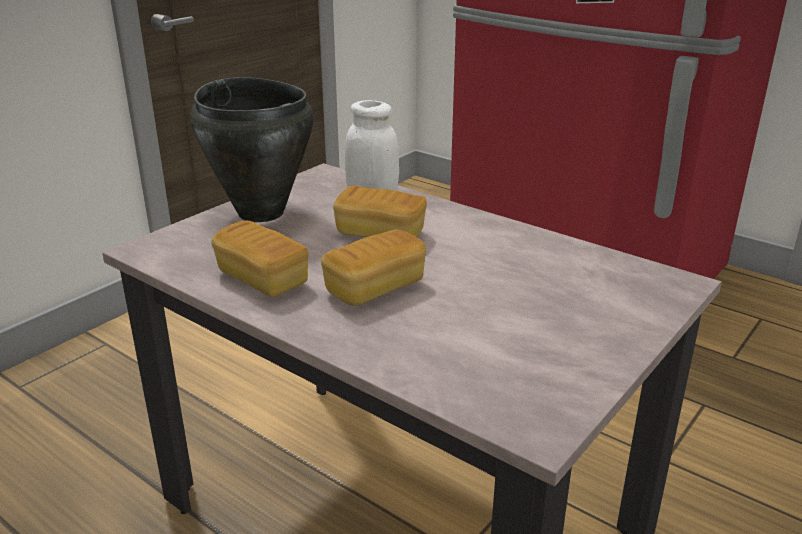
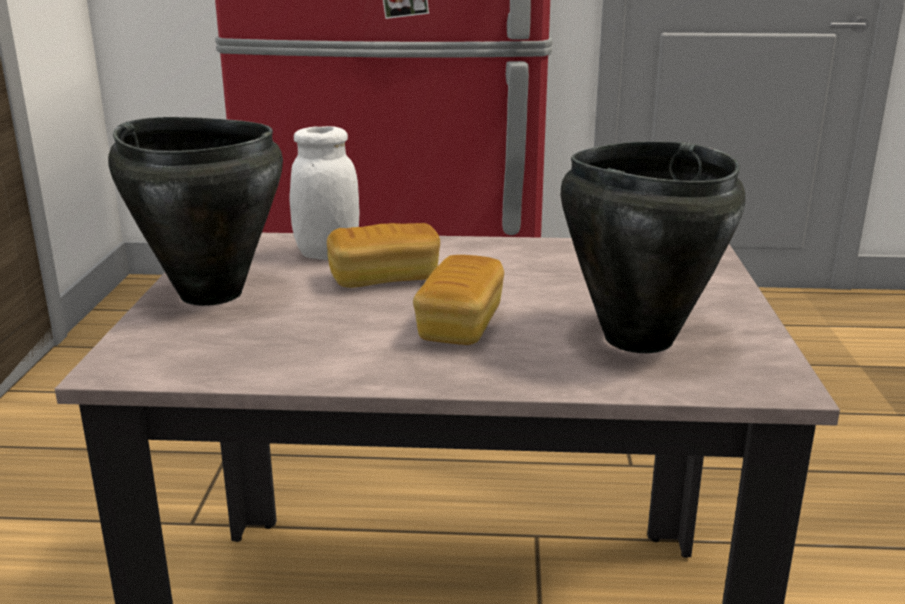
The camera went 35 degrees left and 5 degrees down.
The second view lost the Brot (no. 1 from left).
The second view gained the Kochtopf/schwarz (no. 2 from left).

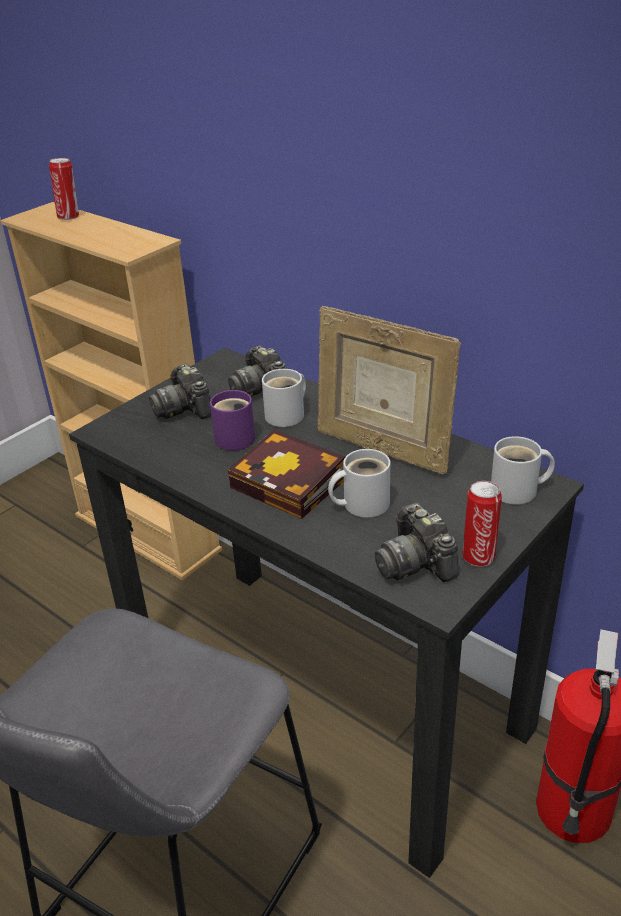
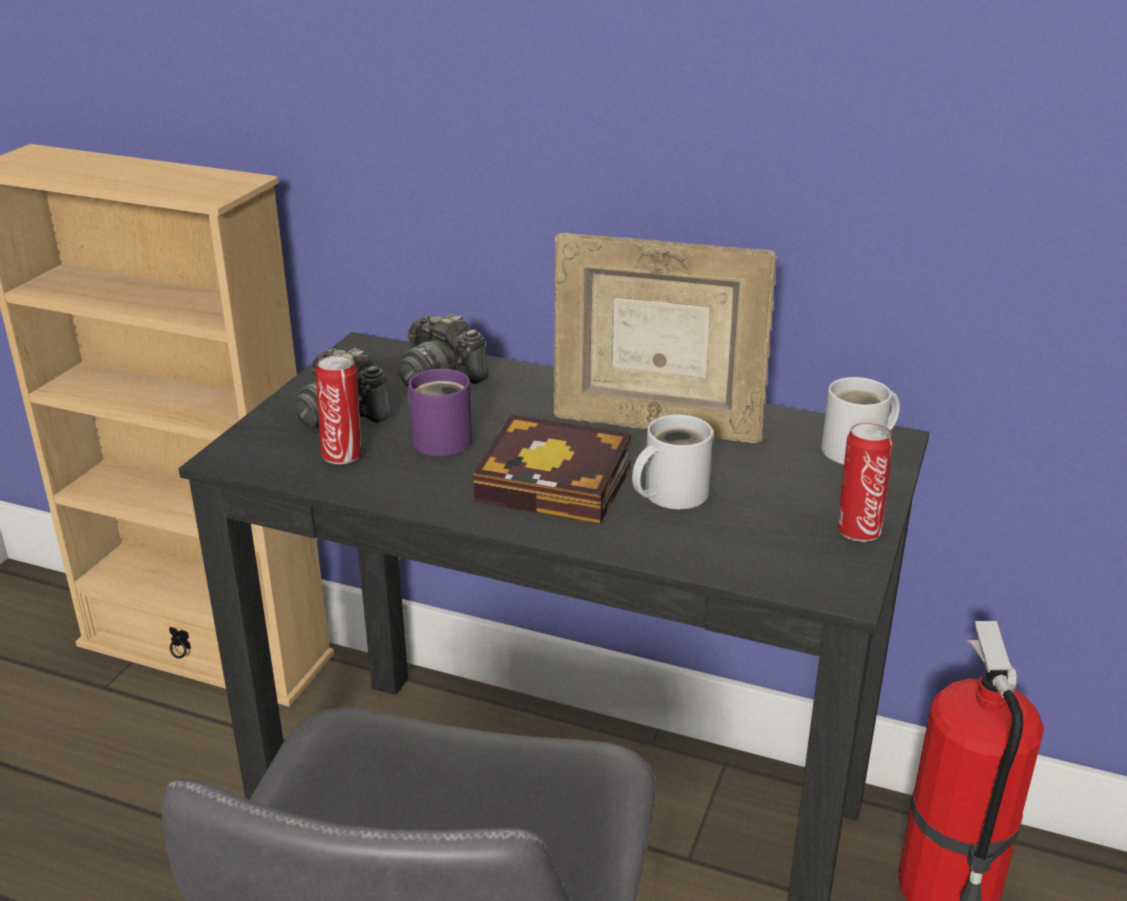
The camera went 20 degrees left and 5 degrees down.
The Dose (no. 1 from left) ended up elsewhere.
The second view lost the Henkelbecher/weiß (no. 1 from left).
The second view lost the Kamera (no. 3 from left).

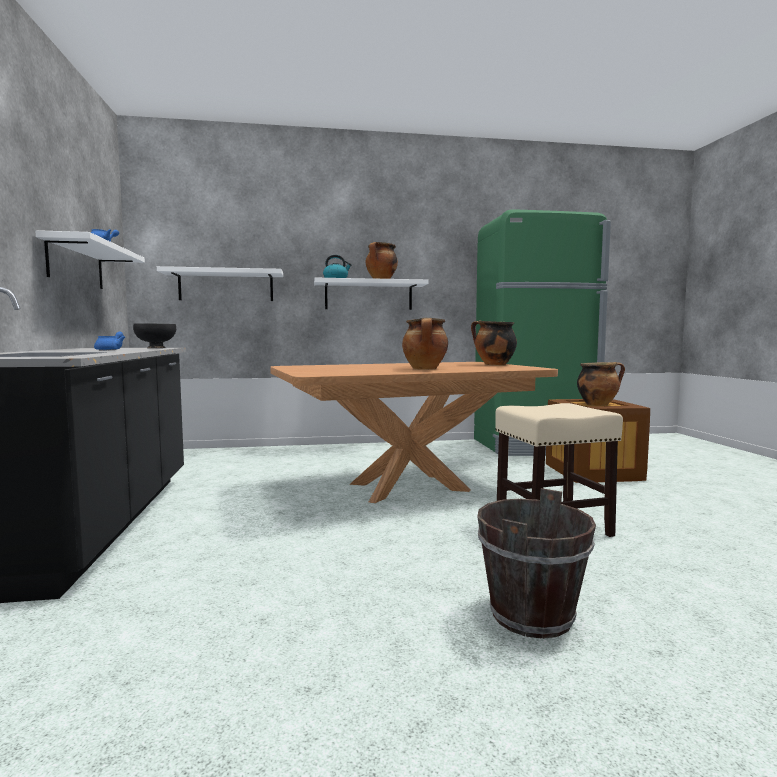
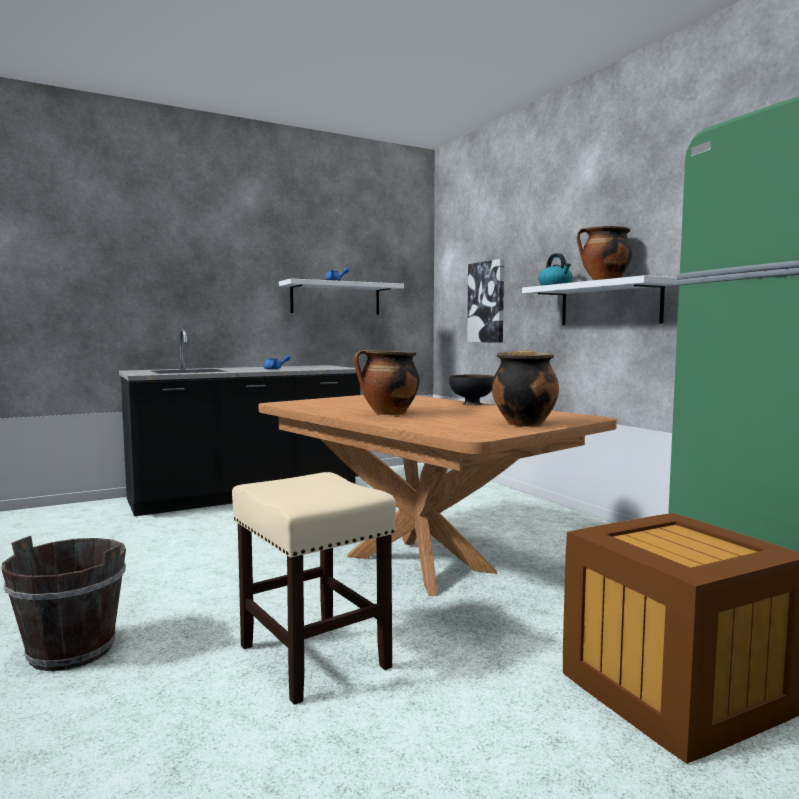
The camera went 70 degrees right and 0 degrees up.
Where the Wandregal/weiß (no. 2 from left) hung, the Bild came to hang.
The Schüssel/schwarz ended up elsewhere.
The second view lost the Kochtopf (no. 4 from left).

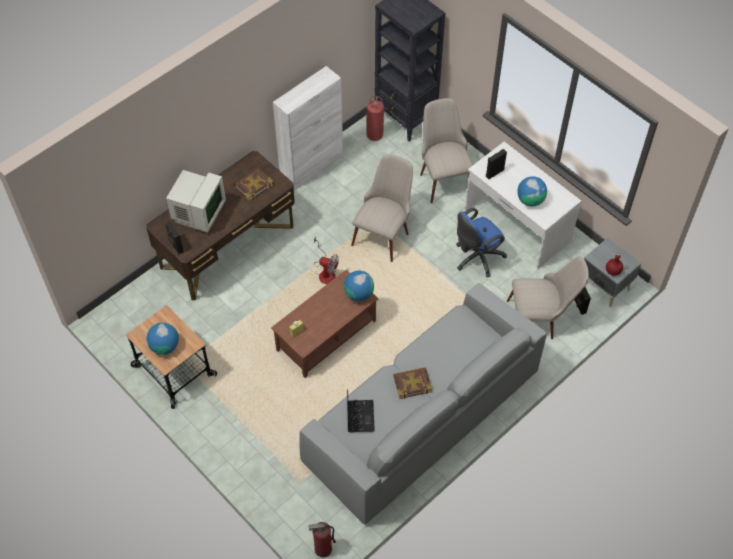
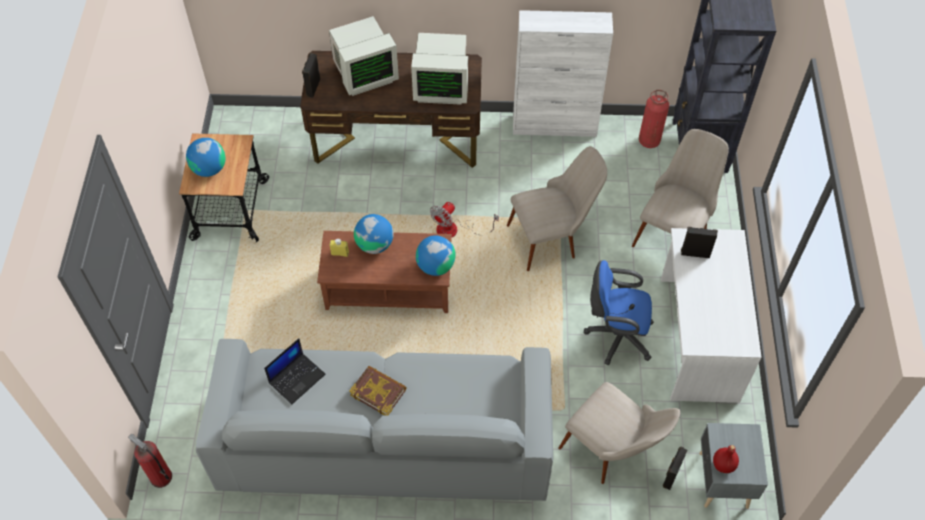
The camera went 45 degrees right and 0 degrees up.
Where the Buch (no. 1 from left) stood, the Monitor (no. 2 from left) came to stand.
The Globus (no. 3 from left in the first image) ended up elsewhere.
The Ventilator ended up facing another way, 60 degrees clockwise from before.

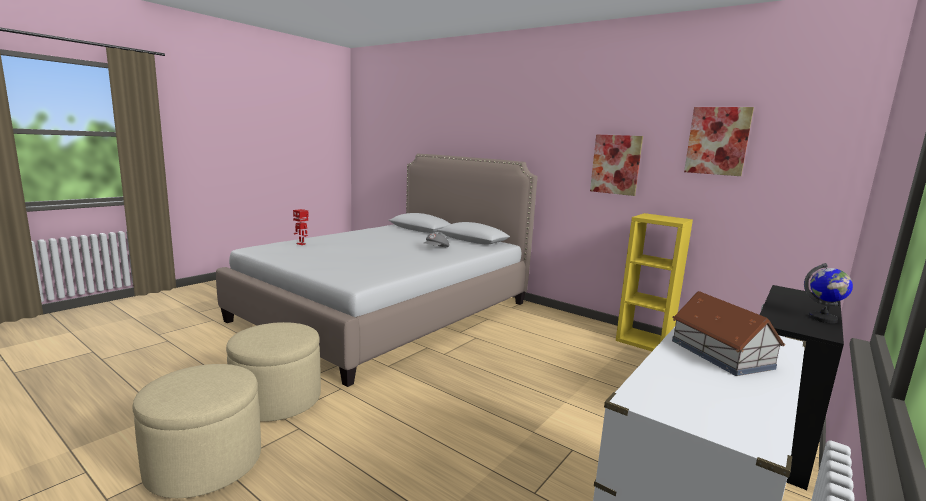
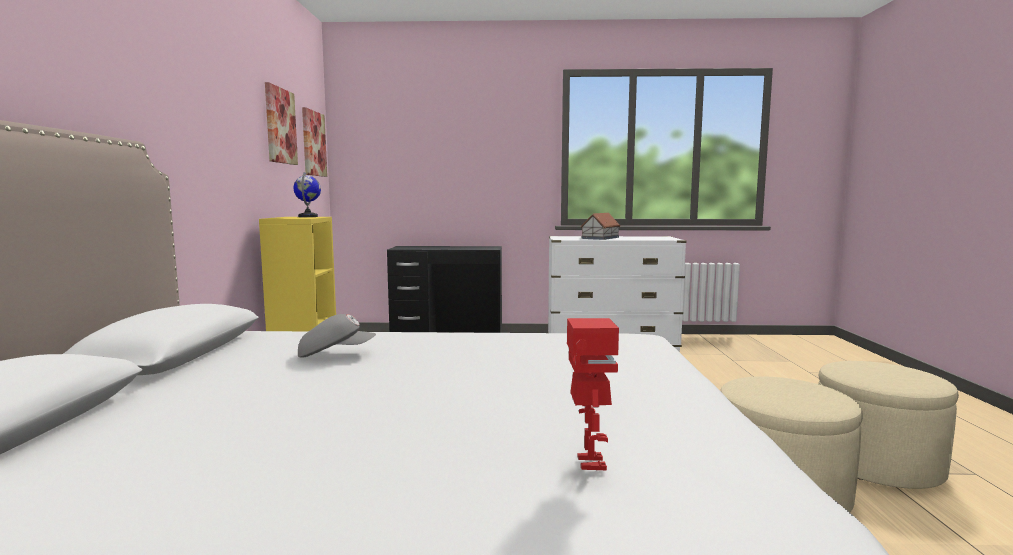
The camera went 125 degrees left and 5 degrees down.
The Bild (no. 1 from left in the first image) ended up elsewhere.
The Globus ended up elsewhere.

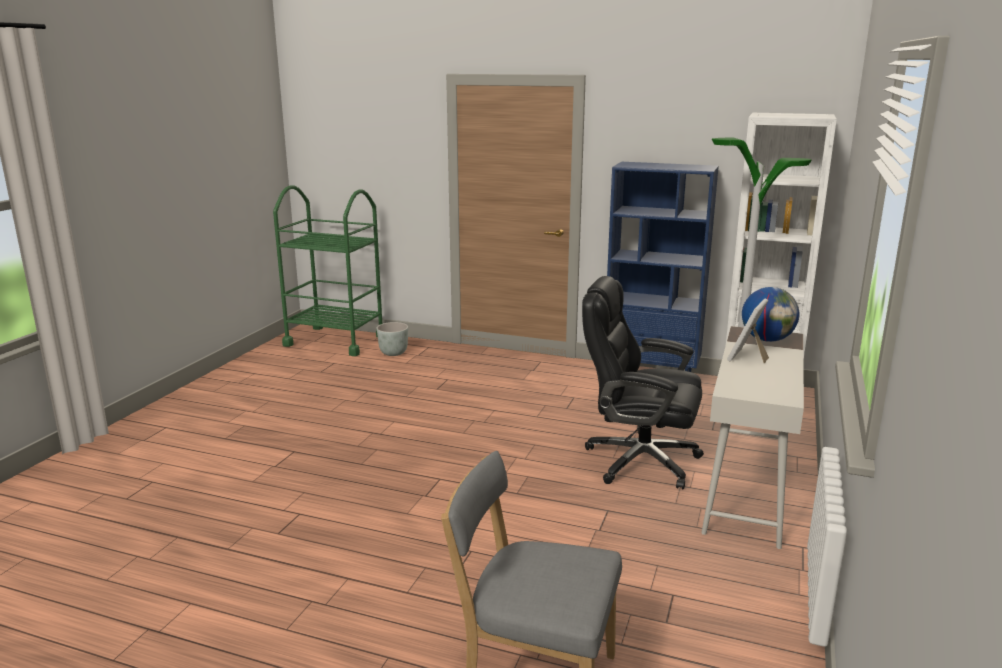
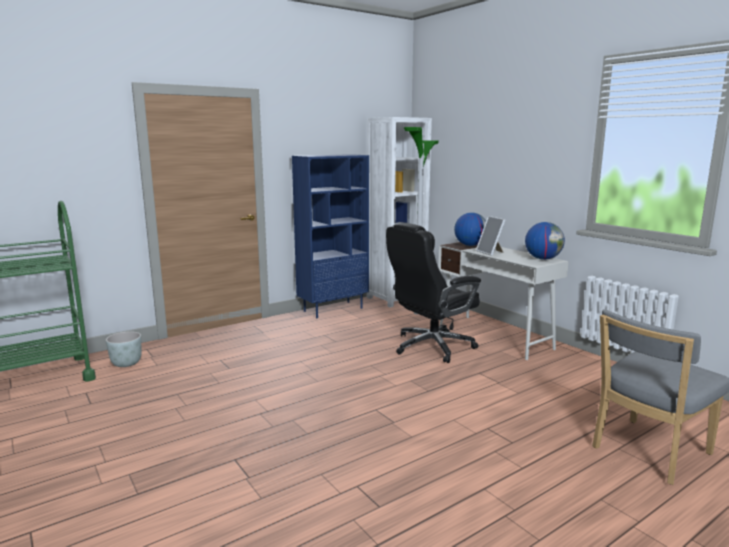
The camera went 55 degrees left and 5 degrees down.
The second view gained the Globus (no. 2 from left).

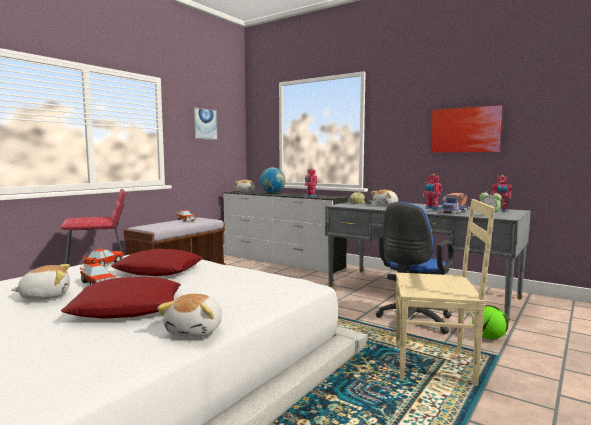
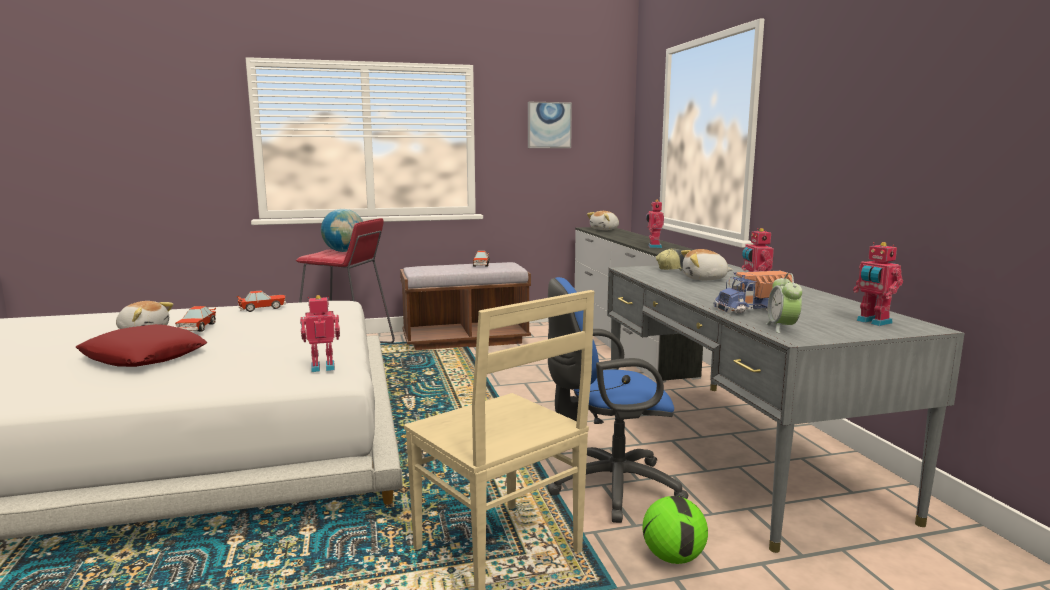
The camera went 40 degrees right and 5 degrees up.
The second view lost the Bild (no. 2 from left).
The Globus ended up elsewhere.
The second view lost the Kissen/rot (no. 2 from left).
The second view lost the Plüschtier (no. 2 from left).
The second view gained the Spielzeugroboter (no. 1 from left).

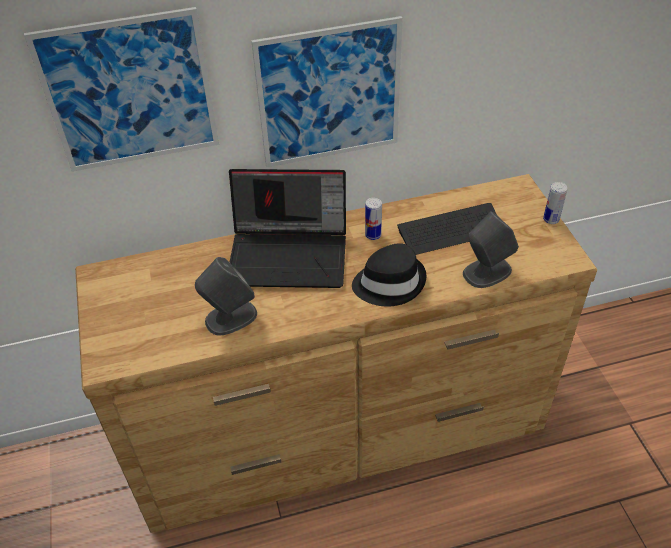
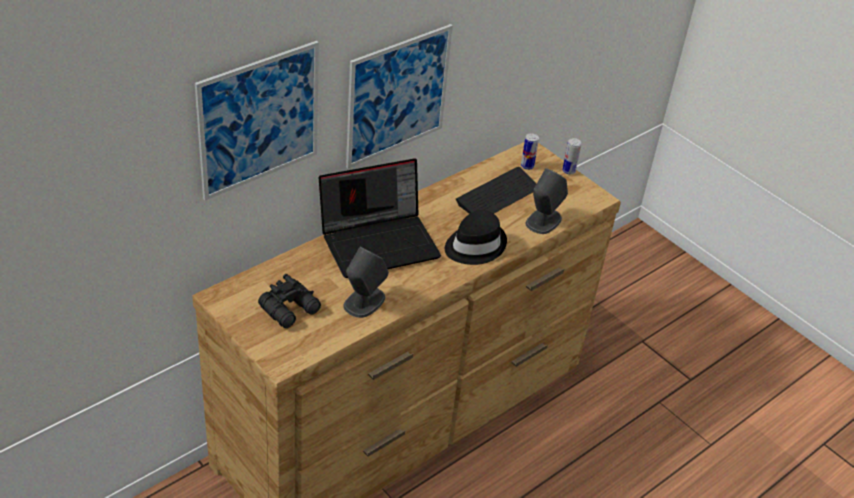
The camera went 30 degrees left and 5 degrees down.
The Dose (no. 1 from left) ended up elsewhere.
The second view gained the Fernglas/schwarz.

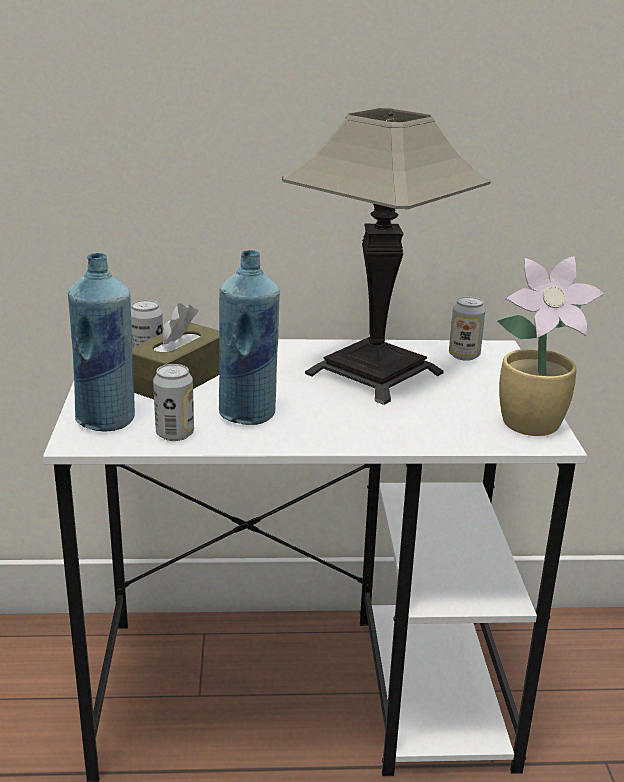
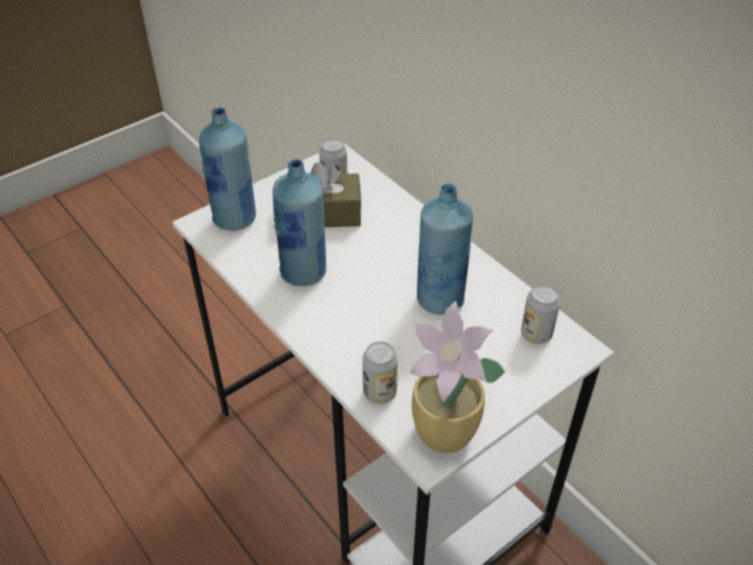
The camera went 55 degrees right and 20 degrees up.
Where the Tischlampe stood, the Flasche/blau (no. 3 from left) came to stand.
The Dose (no. 2 from left) ended up elsewhere.

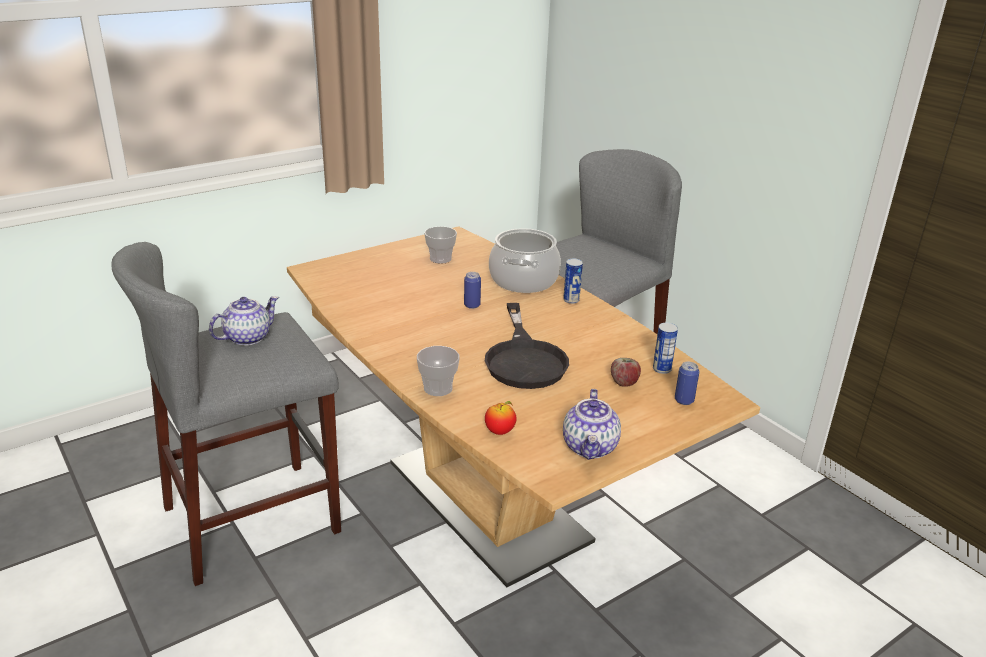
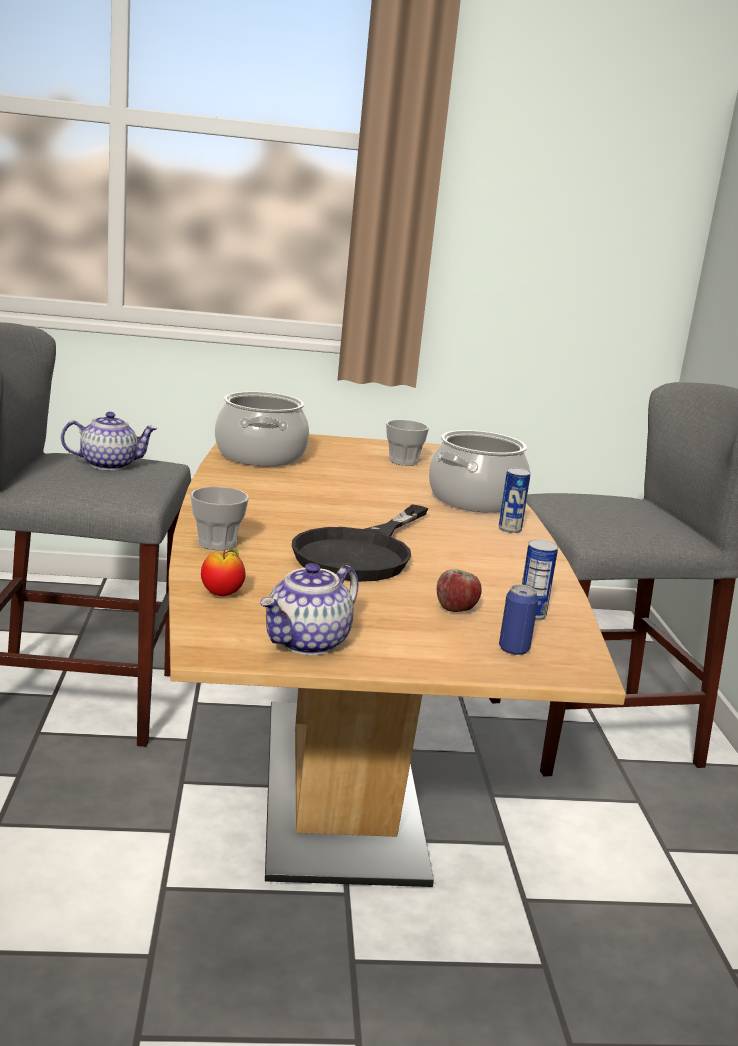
The camera went 30 degrees right and 10 degrees down.
The second view lost the Dose (no. 1 from left).
The second view gained the Kochtopf (no. 1 from left).

